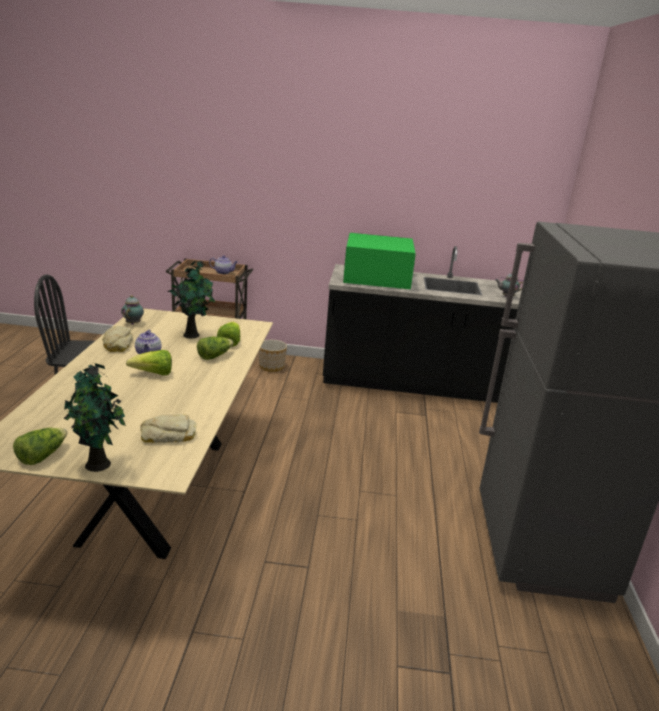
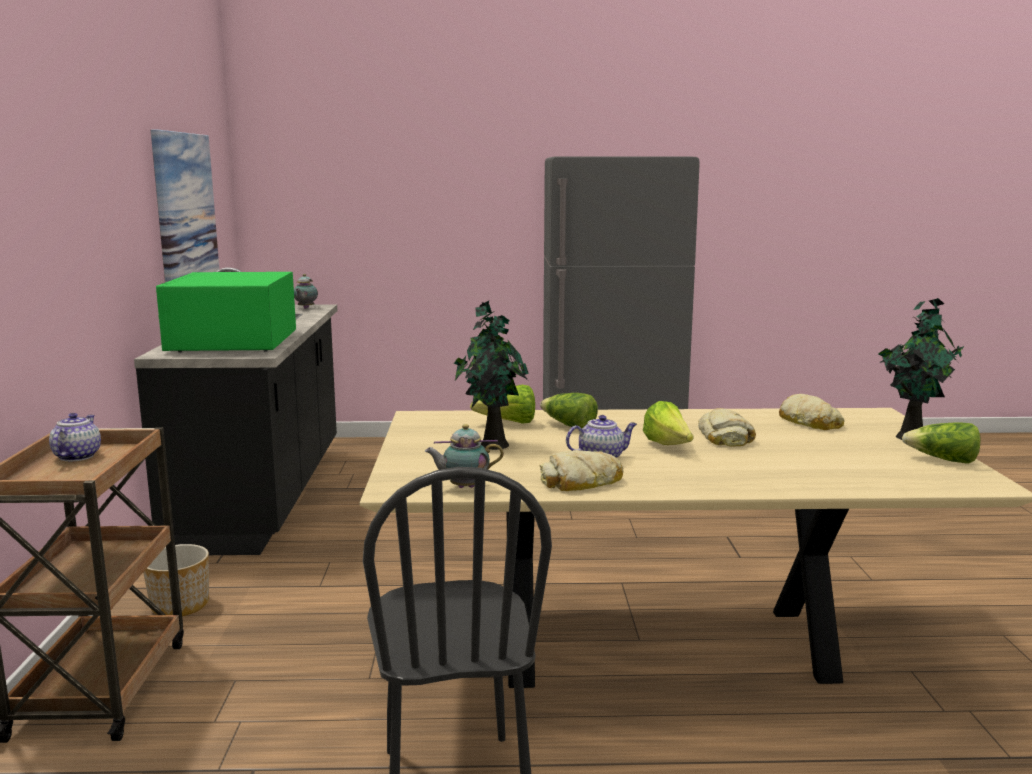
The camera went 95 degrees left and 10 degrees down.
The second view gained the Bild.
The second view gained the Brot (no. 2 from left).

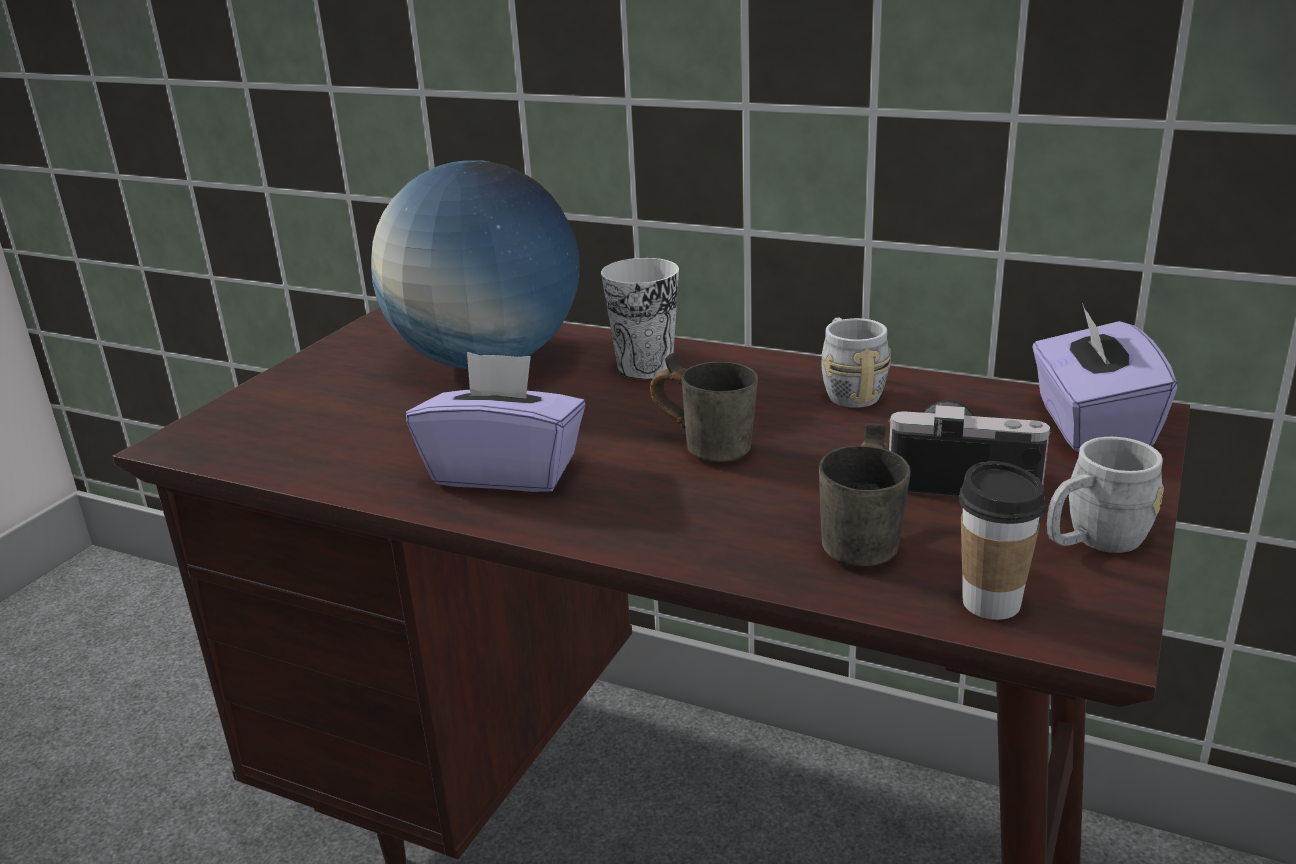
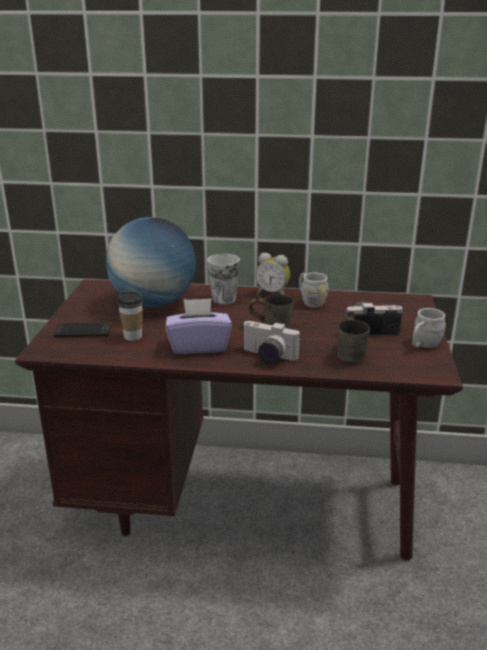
The camera went 20 degrees left and 0 degrees up.
The second view lost the Taschentuchbox/lila (no. 2 from left).
The Tasse (no. 2 from left in the first image) ended up elsewhere.
The second view gained the Wecker.
The second view gained the Kamera (no. 1 from left).
The second view gained the Handy.

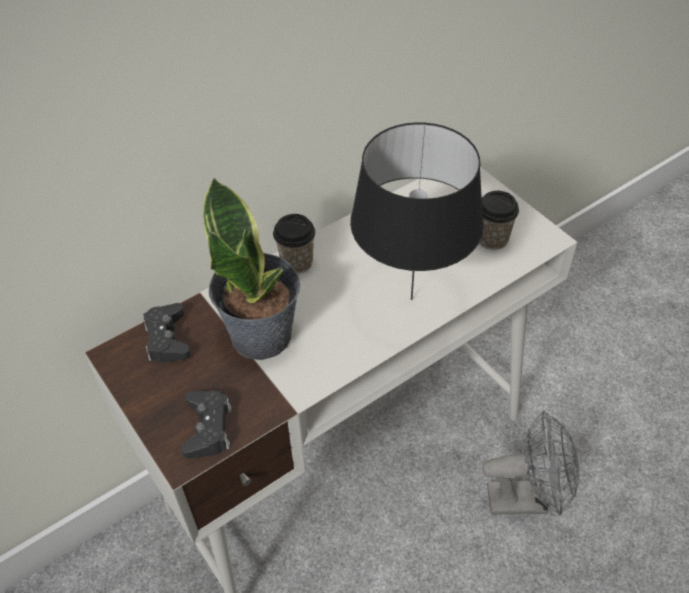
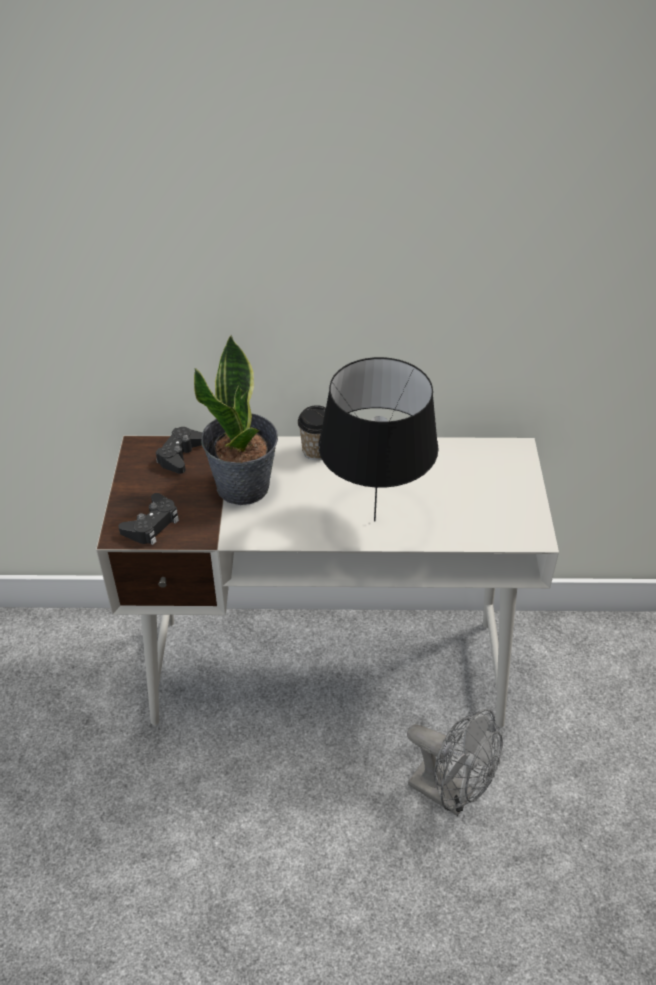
The camera went 35 degrees right and 5 degrees down.
The second view lost the Tasse (no. 2 from left).

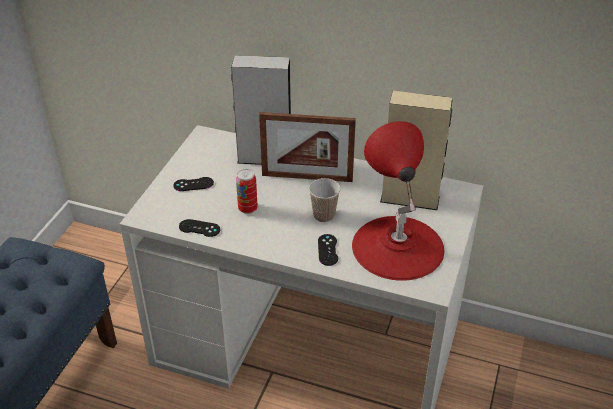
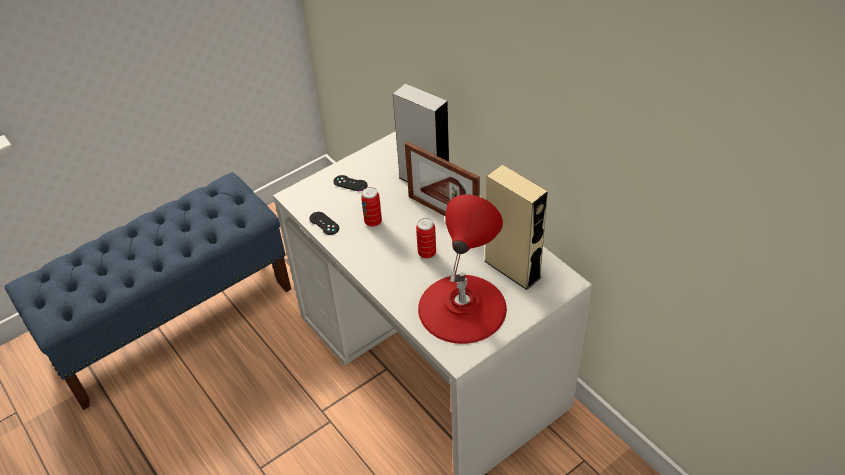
The camera went 35 degrees right and 5 degrees up.
Where the Tasse stood, the Dose (no. 2 from left) came to stand.
The second view lost the Gamepad/schwarz (no. 3 from left).

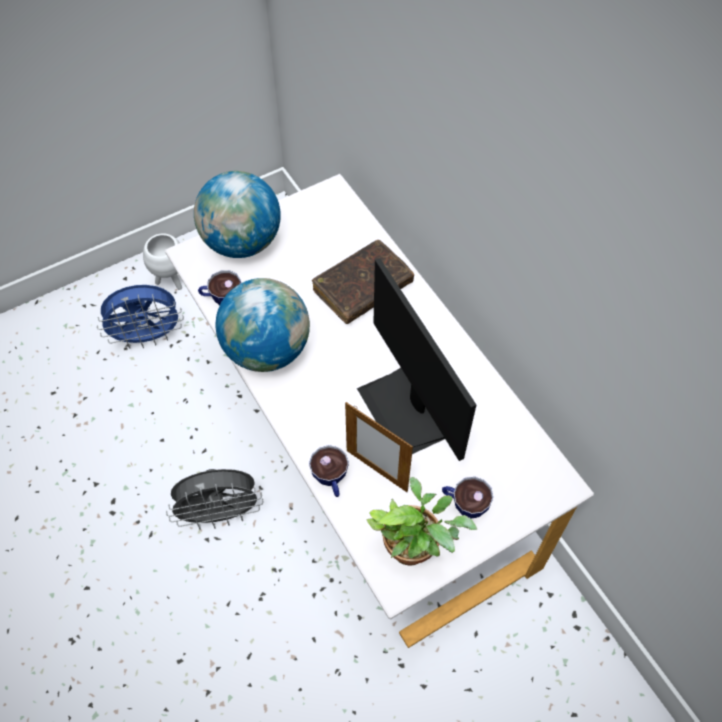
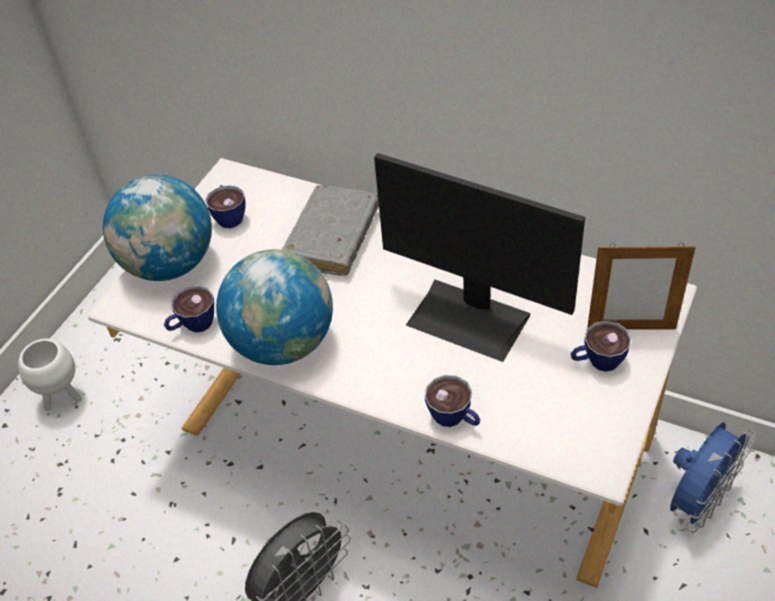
The camera went 30 degrees left and 10 degrees down.
What was the Buch/braun turned into the Buch/grau.
The Ventilator/blau ended up elsewhere.
The Bilderrahmen ended up elsewhere.
The second view lost the Topfpflanze.
The second view gained the Tasse (no. 2 from left).

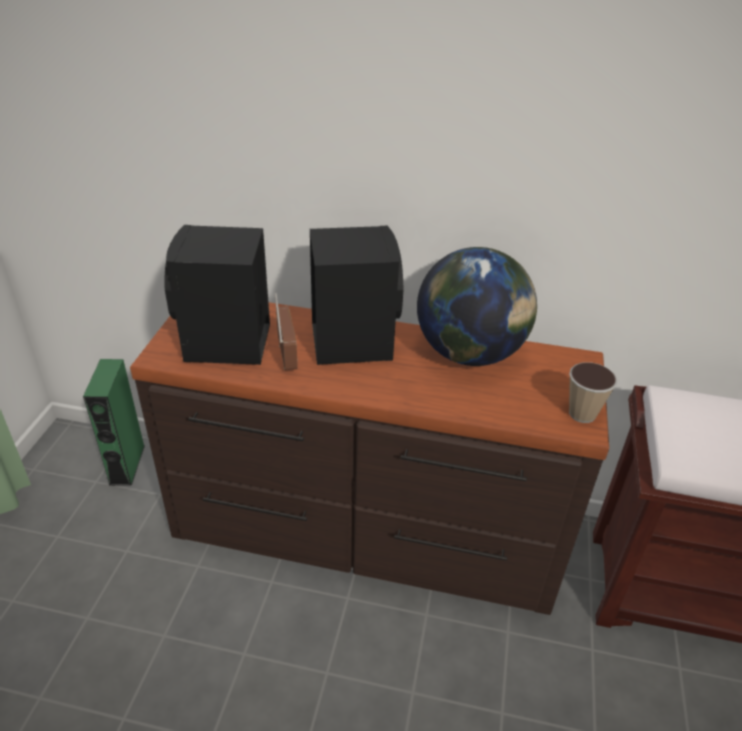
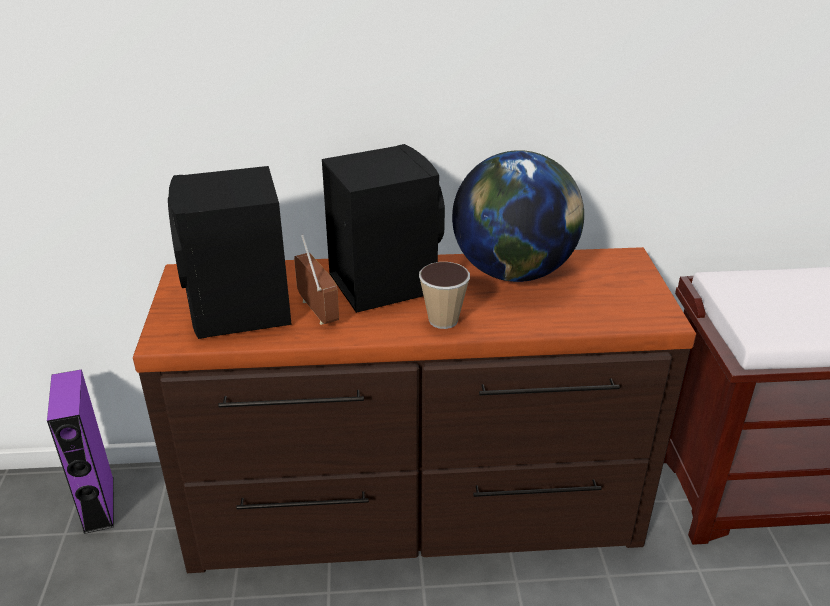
The camera went 15 degrees left and 5 degrees down.
What was the Lautsprecher/grün turned into the Lautsprecher/lila.
The Tasse ended up elsewhere.

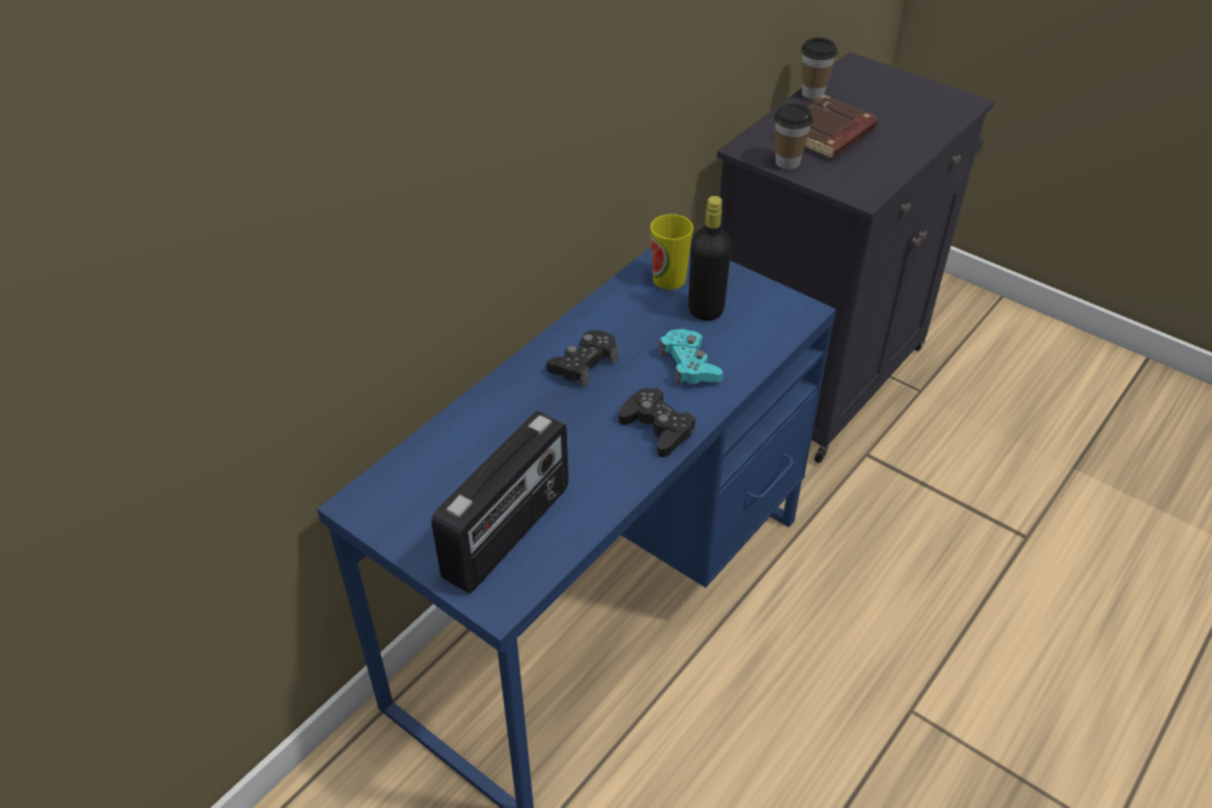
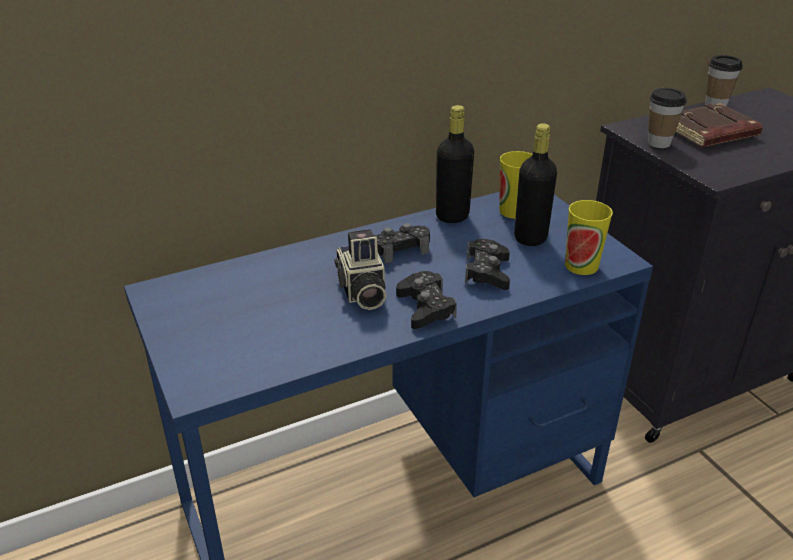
The camera went 25 degrees right and 10 degrees down.
What was the Gamepad/türkis turned into the Gamepad/schwarz (no. 3 from left).
The second view lost the Radio.
The second view gained the Flasche/schwarz (no. 1 from left).
The second view gained the Tasse (no. 2 from left).
The second view gained the Kamera.

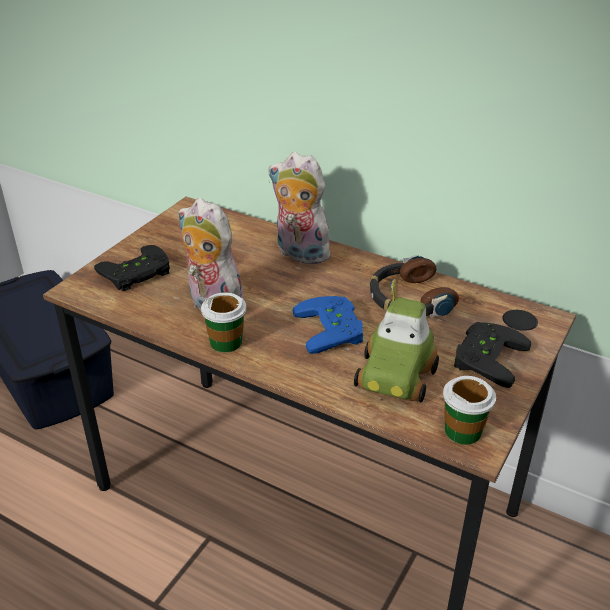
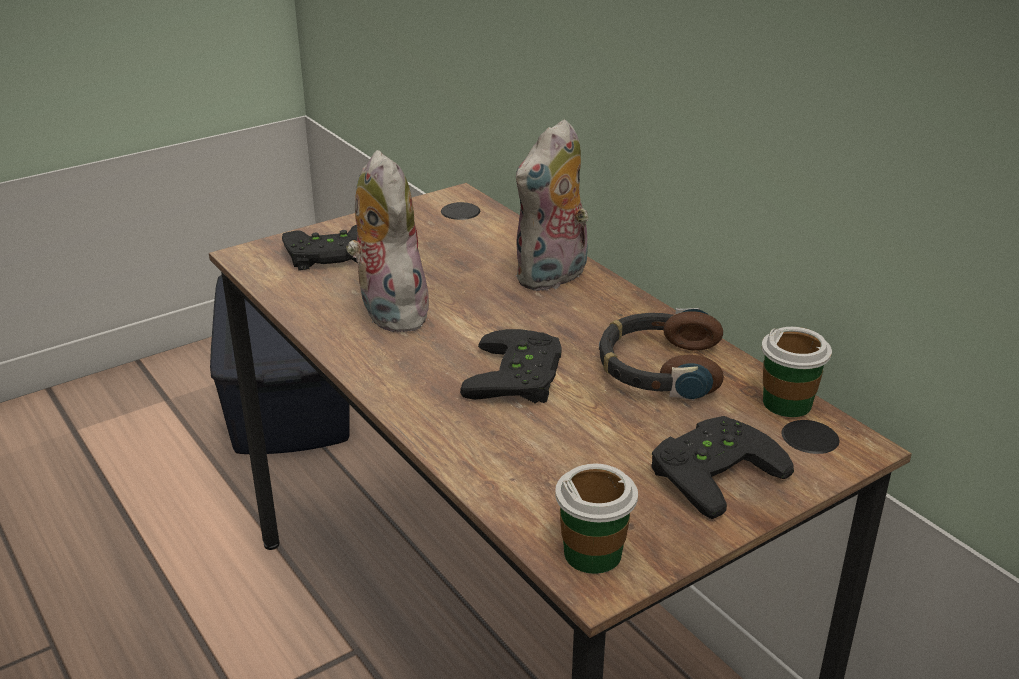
The camera went 25 degrees right and 5 degrees down.
The Plüschtier (no. 2 from left) ended up facing another way, 105 degrees counterclockwise from before.
The second view lost the Spielzeugauto.
The Tasse (no. 1 from left in the first image) ended up elsewhere.
What was the Gamepad/blau turned into the Gamepad/schwarz (no. 2 from left).

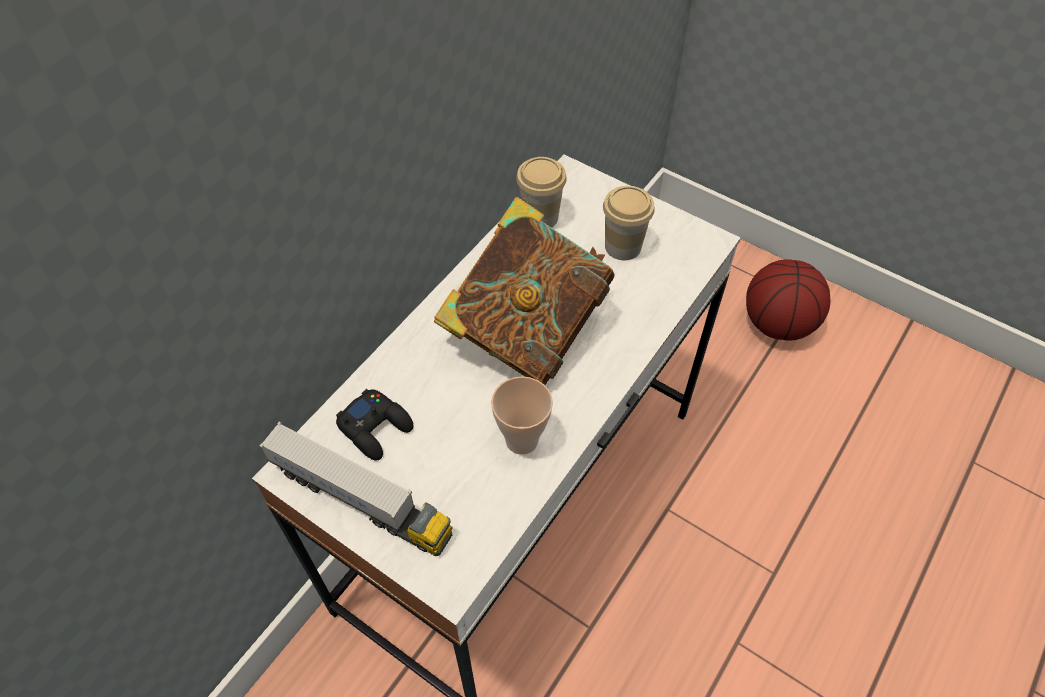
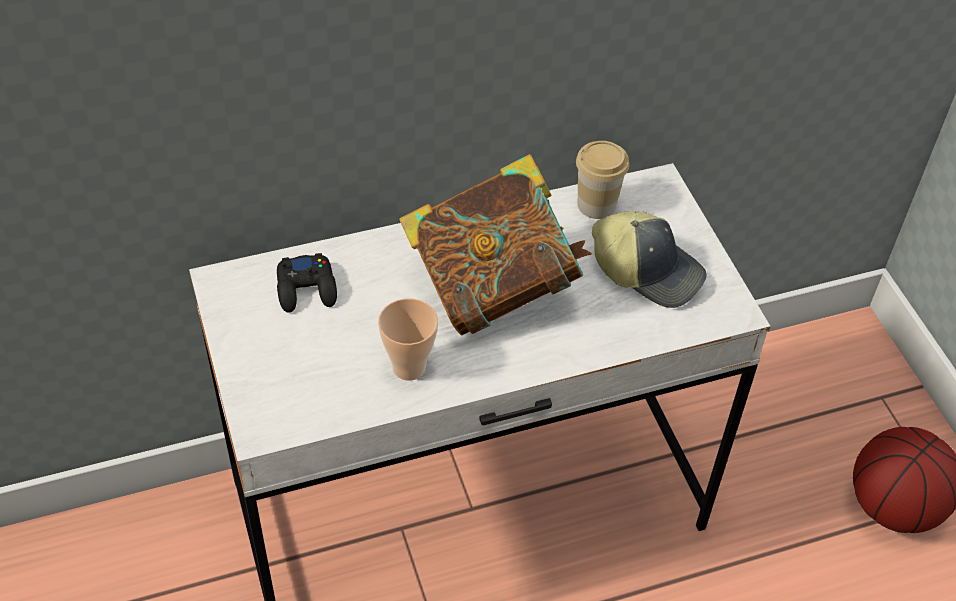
The camera went 35 degrees right and 5 degrees down.
Where the Tasse (no. 3 from left) stood, the Kappe came to stand.
The second view lost the Spielzeuglaster.

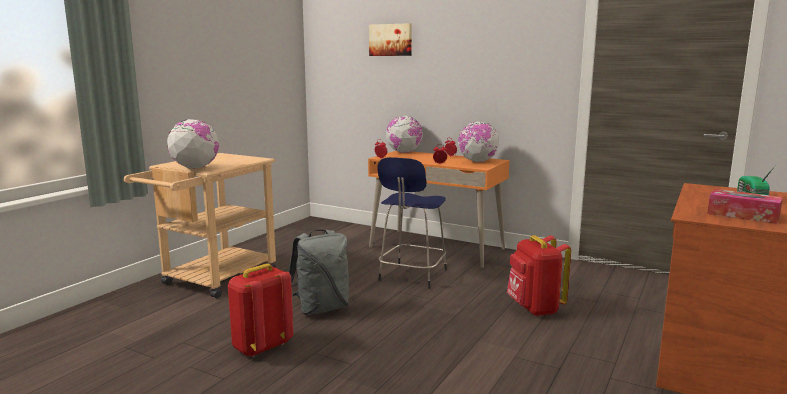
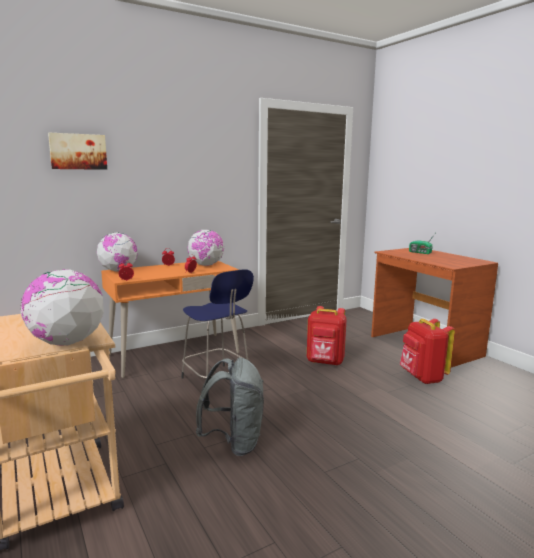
The camera went 60 degrees left and 0 degrees up.
The second view lost the Taschentuchbox.
The Rucksack/rot (no. 1 from left in the first image) ended up elsewhere.

